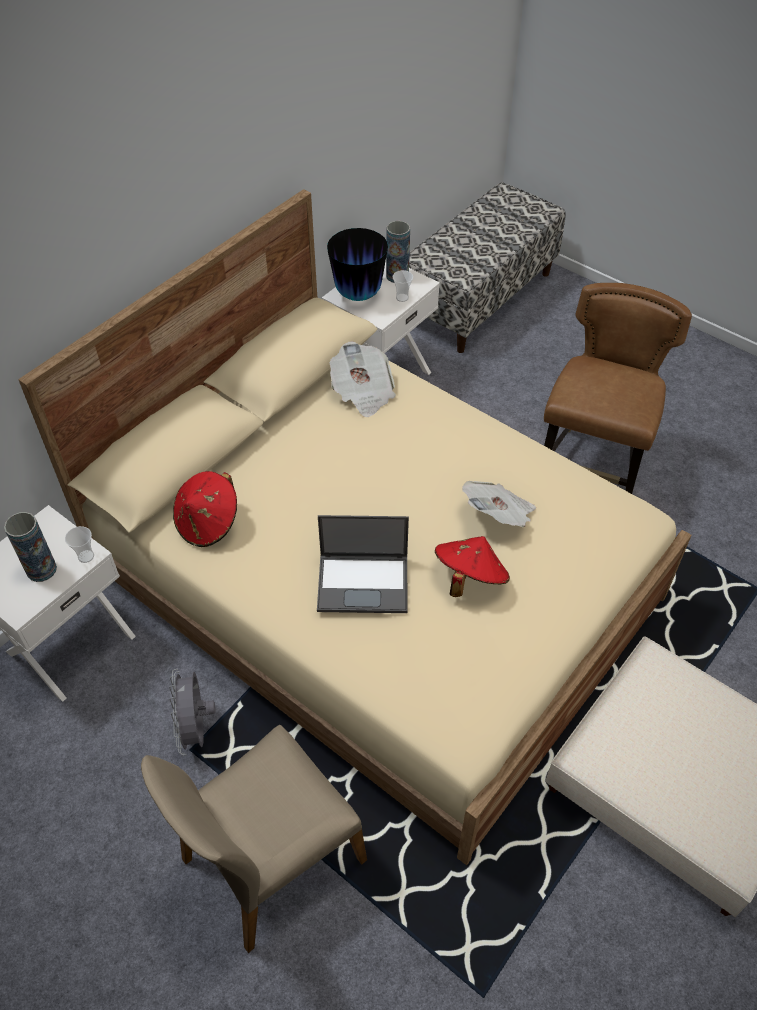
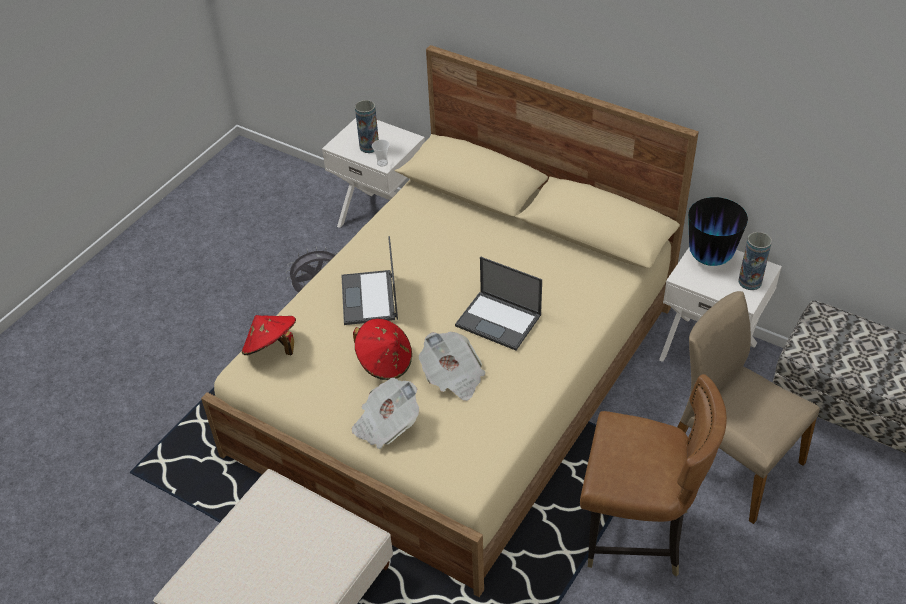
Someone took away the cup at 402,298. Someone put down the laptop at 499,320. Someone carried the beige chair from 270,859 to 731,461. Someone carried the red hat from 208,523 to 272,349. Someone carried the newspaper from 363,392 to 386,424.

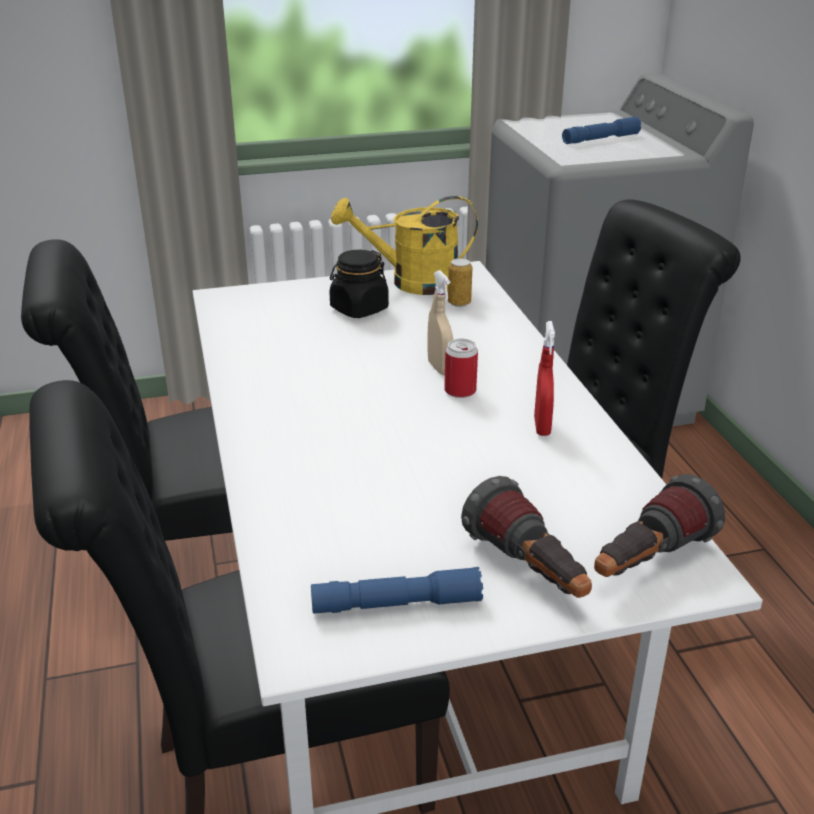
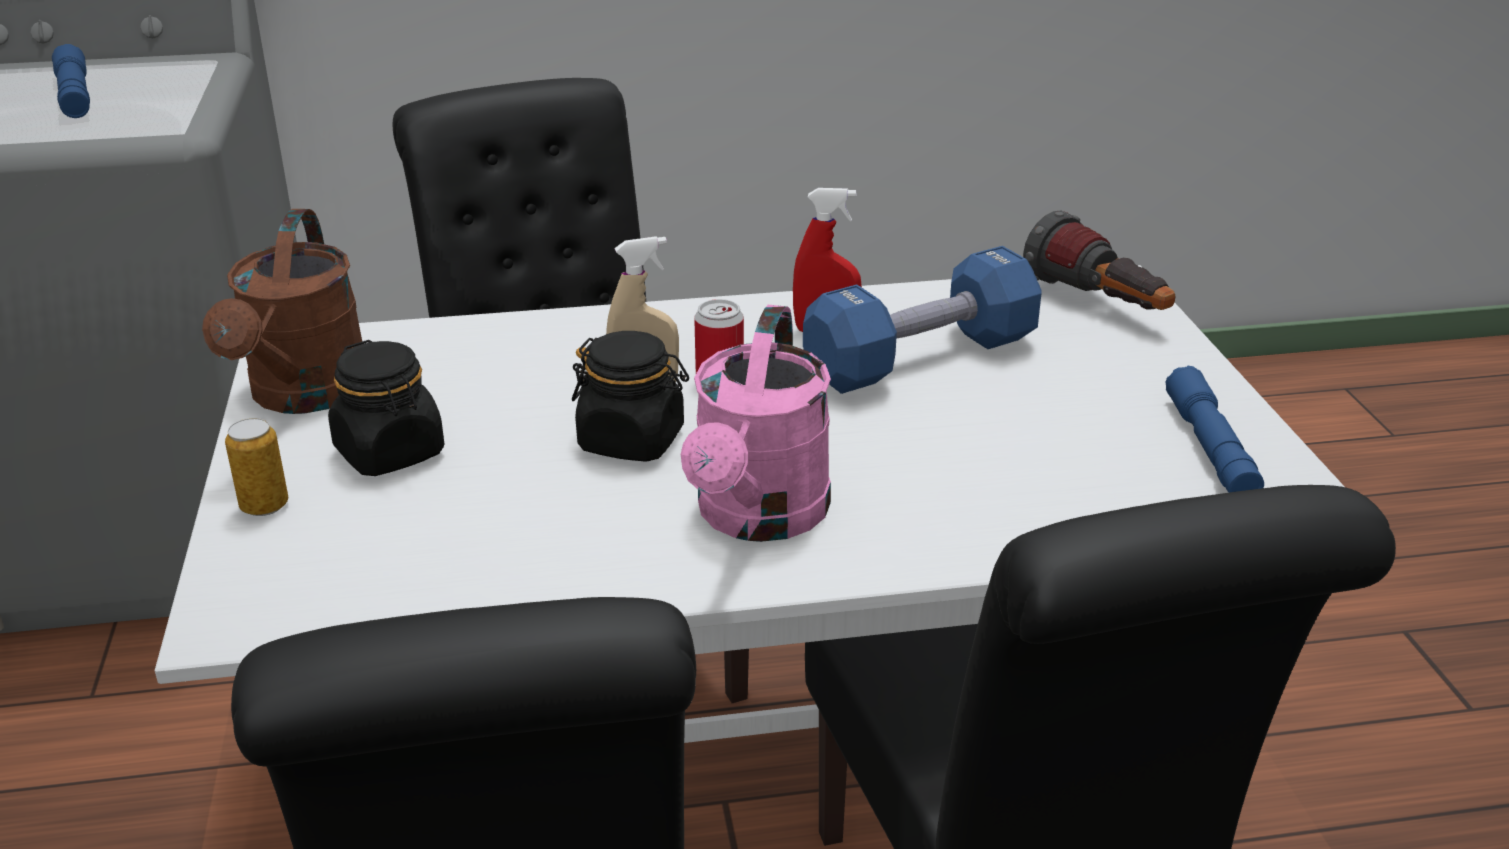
Someone took away the flashlight at 529,572. Someone put down the black jar at 632,440. Someone put down the pink watering can at 758,518. Someone put down the blue dumbbell at 921,358. Someone carried the can from 459,303 to 264,506. Someone repainted the yellow watering can at 412,282, which became the brown watering can at 304,396.

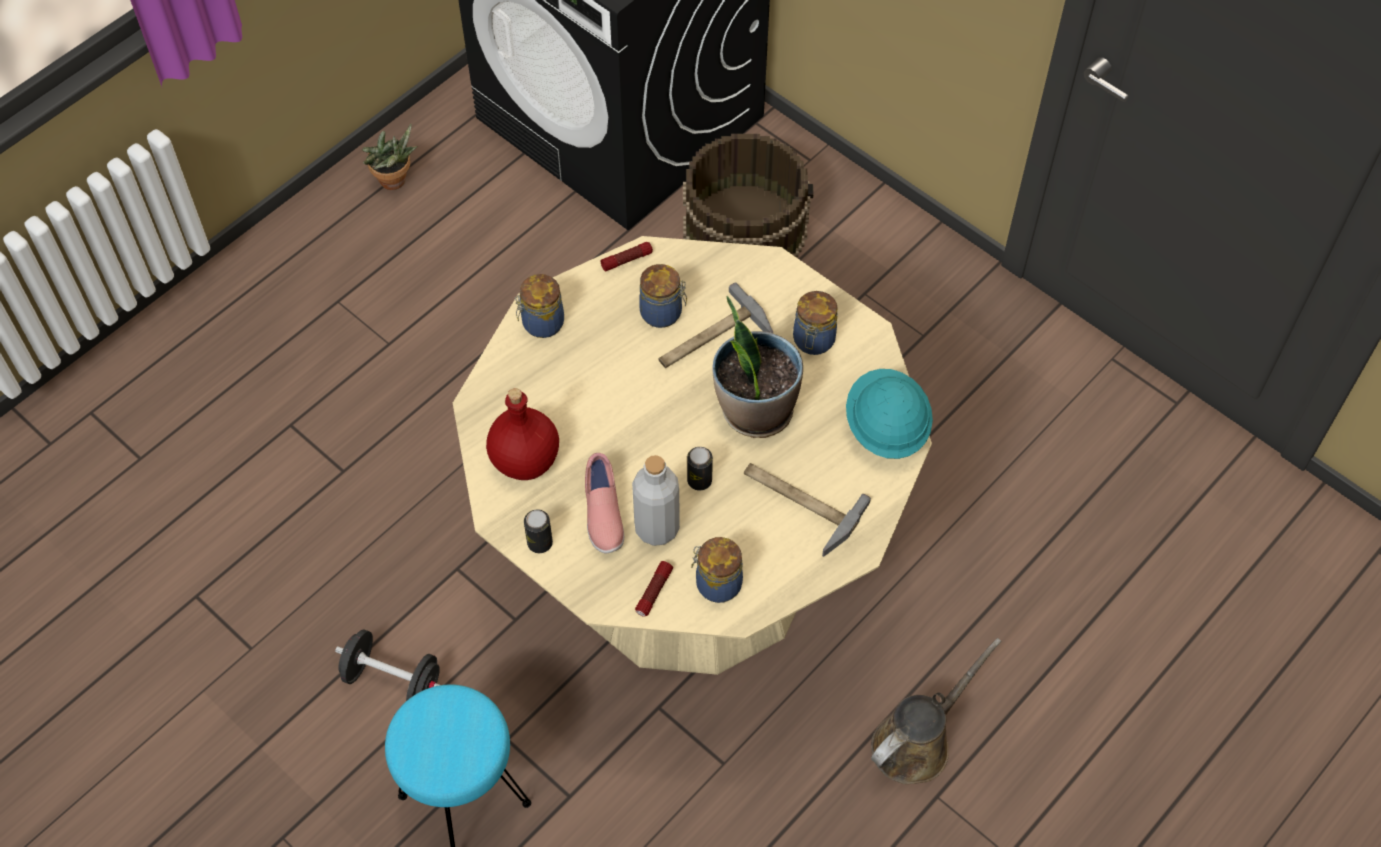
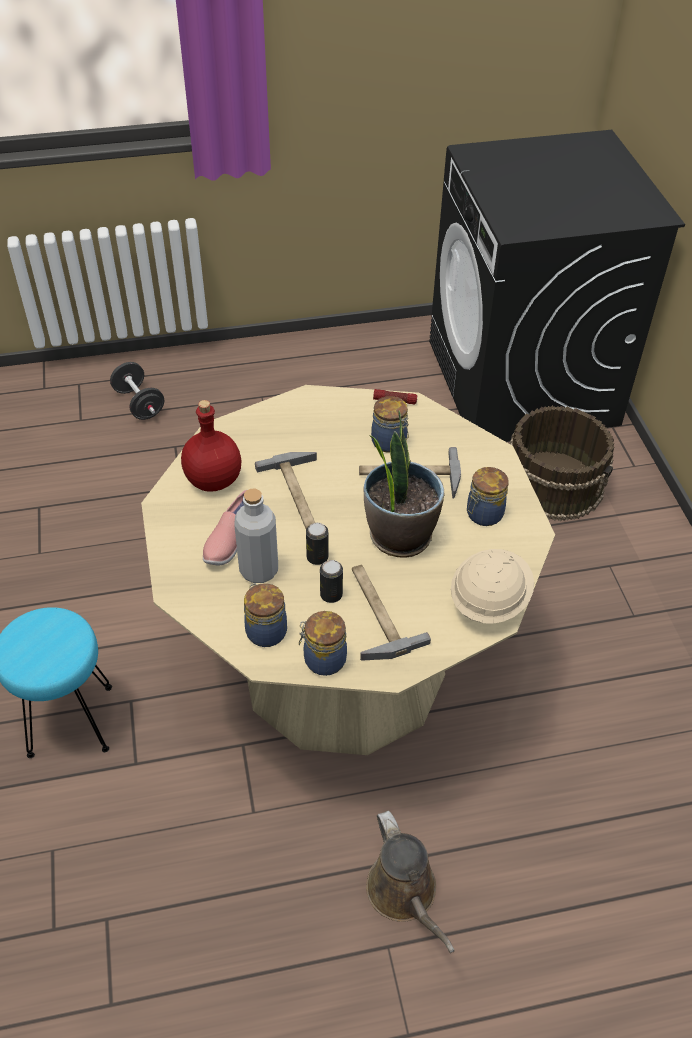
Someone took away the potted plant at 395,183. Someone took away the flashlight at 654,592. Someone put down the hammer at 298,494. Someone carried the black dumbbell from 393,680 to 139,404. Someone carried the jar from 541,323 to 323,659. Someone carried the can from 540,543 to 331,595. Someone repainted the turquoise hard hat at 885,428, which became the beige hard hat at 489,600. Someone rotated the brown watering can at 916,742 by 75 degrees clockwise.

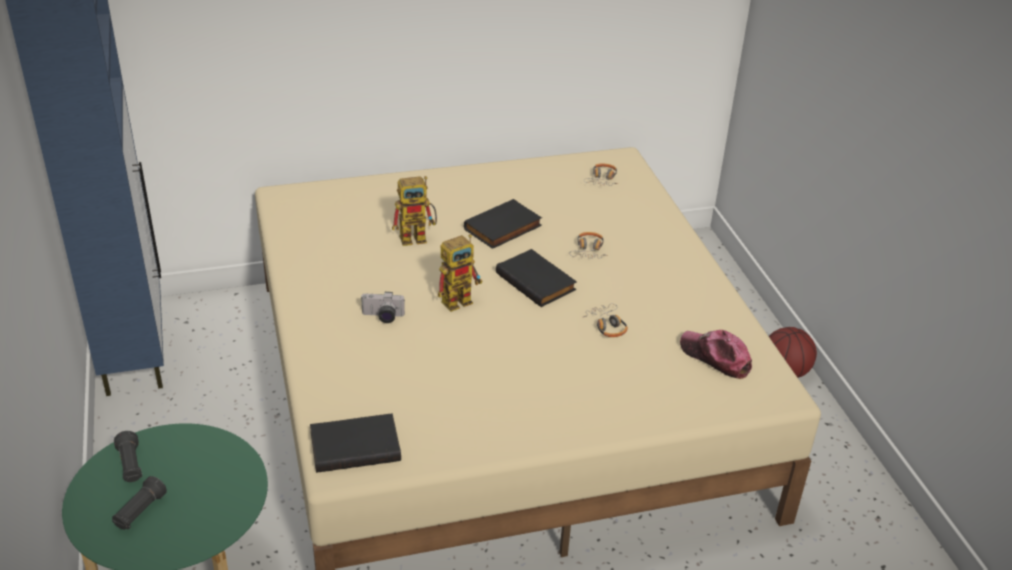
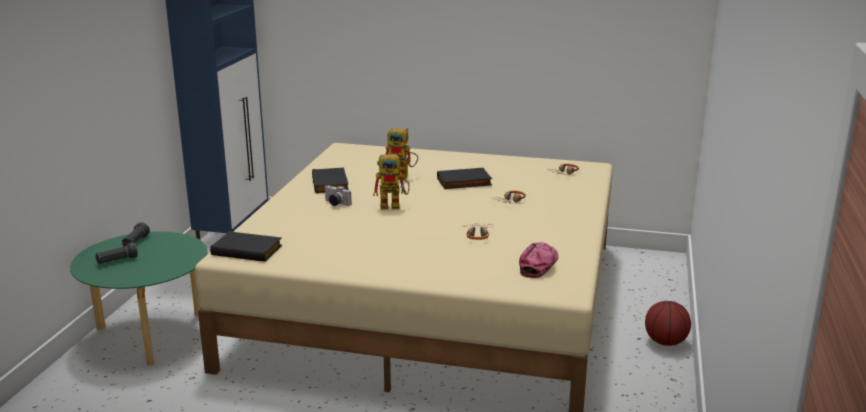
Someone carried the black book from 537,281 to 331,183. Someone rotated the cap at 715,357 by 45 degrees clockwise.

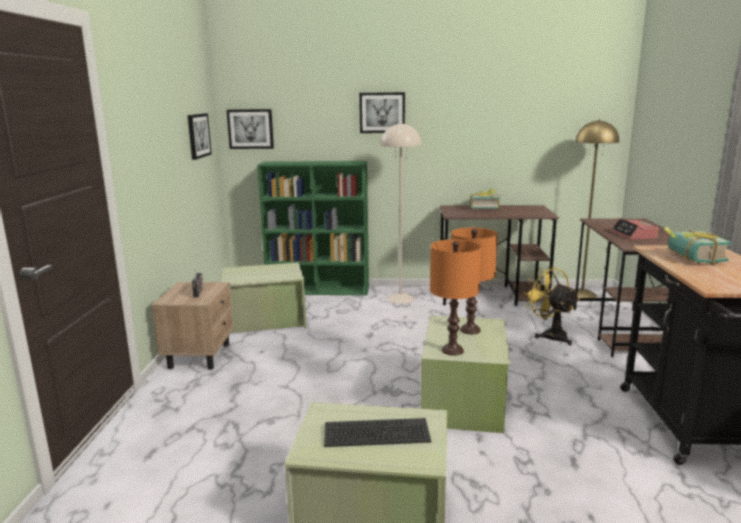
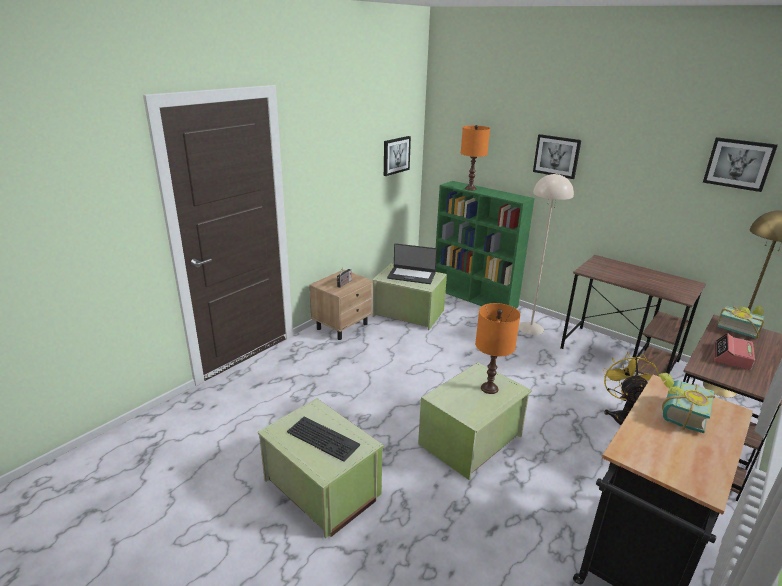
Someone put down the laptop at 411,275. Someone carried the picture from 250,129 to 739,164. Someone carried the orange table lamp from 452,350 to 470,188. Someone carried the book from 483,207 to 738,327.

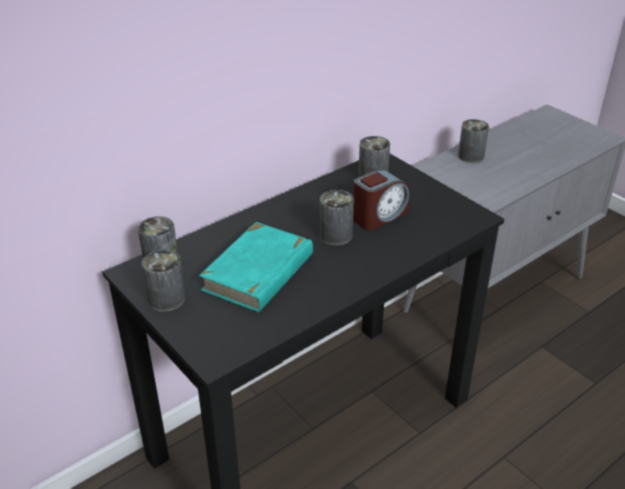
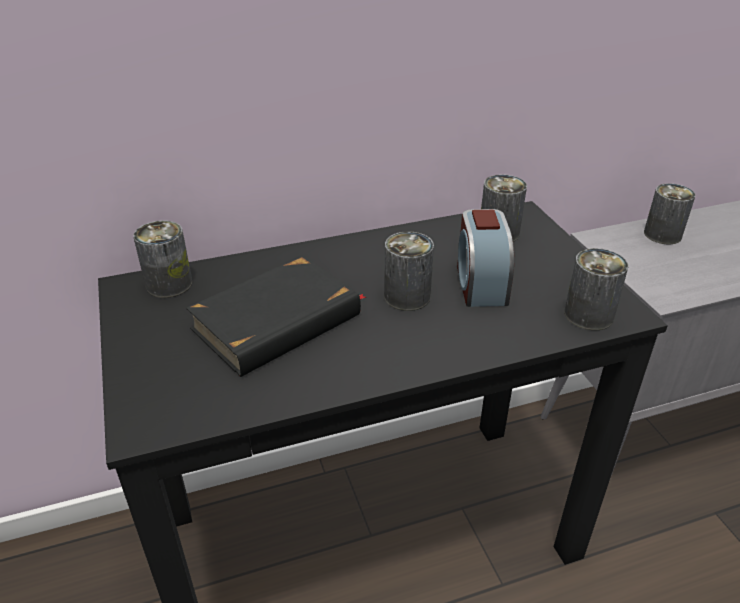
Someone carried the can from 167,299 to 588,315. Someone repainted the turquoise book at 259,272, which became the black book at 278,322. Someone rotated the alarm clock at 379,216 by 105 degrees clockwise.

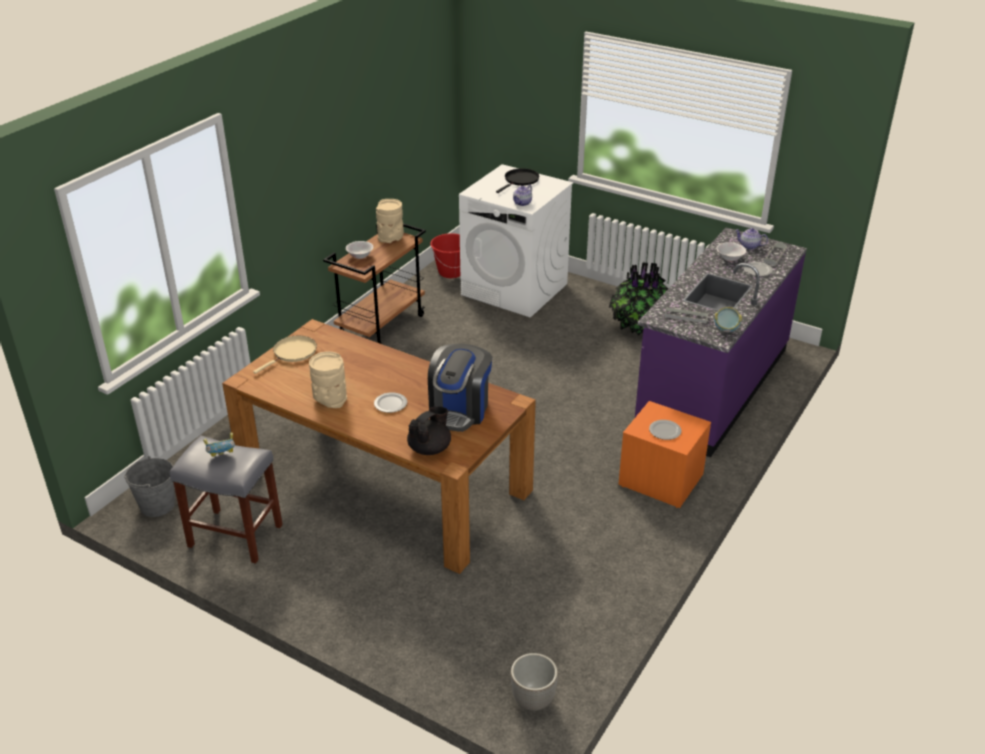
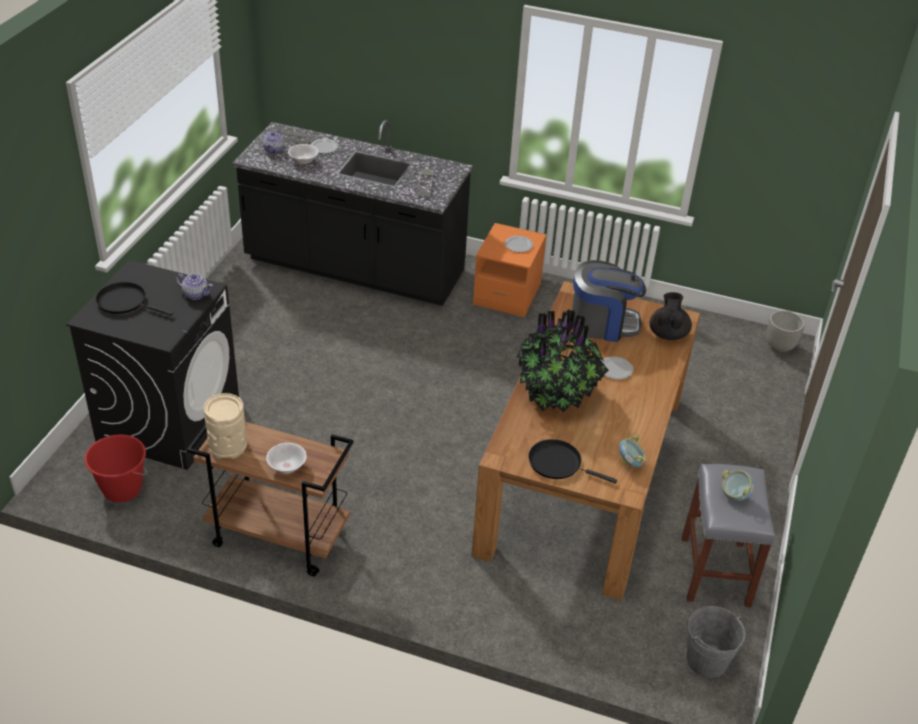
Someone took away the beige vase at 330,400. Someone carried the potted plant from 638,327 to 557,394. Someone carried the bowl from 725,330 to 630,463. Someone repainted the beige frying pan at 293,353, which became the black frying pan at 558,463. Someone repainted the white washing machine at 515,289, which became the black washing machine at 169,420. Someone repainted the purple counter at 711,387, which became the black counter at 354,268. Someone rotated the black teapot at 430,448 by 75 degrees clockwise.

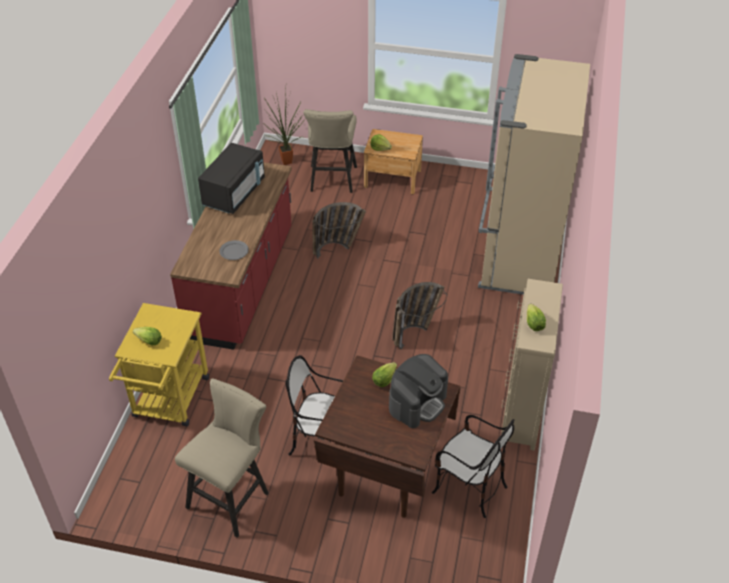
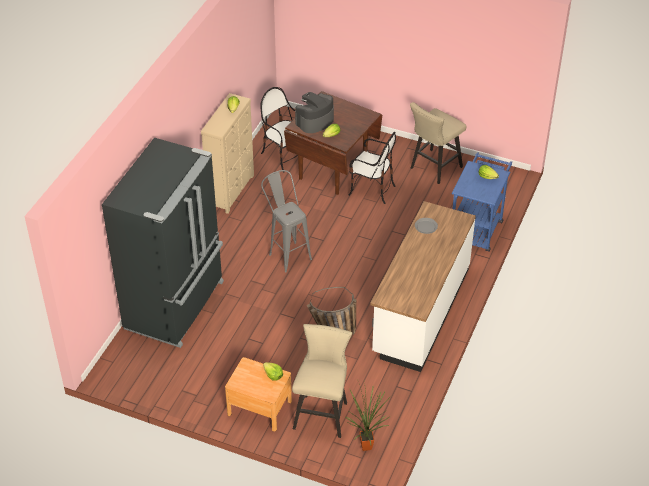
Someone took away the black microwave at 234,193. Someone swapped the basket at 415,332 for the grey stool at 286,253. Someone repainted the yellow cart at 169,402, which became the blue cart at 477,227. Someone repainted the red counter at 242,284, which became the white counter at 420,311. Someone repainted the beige fridge at 518,256, which became the black fridge at 176,305.

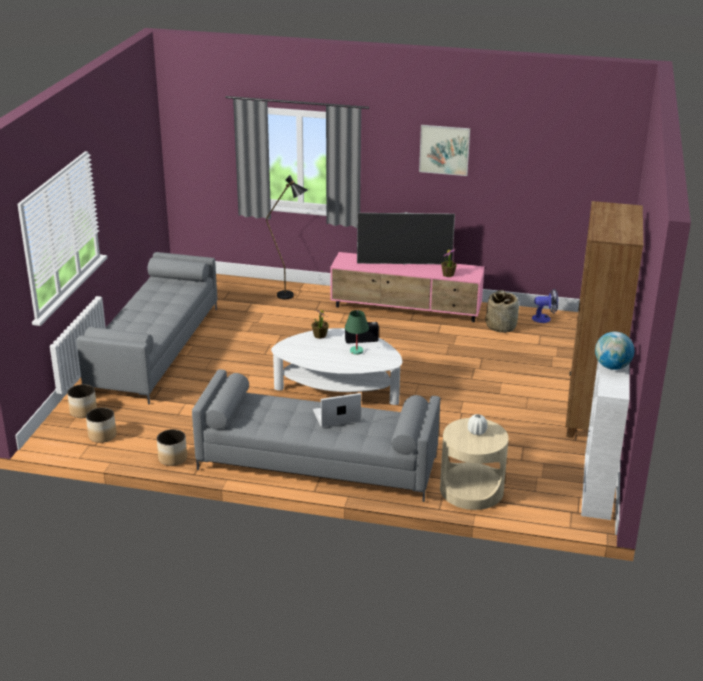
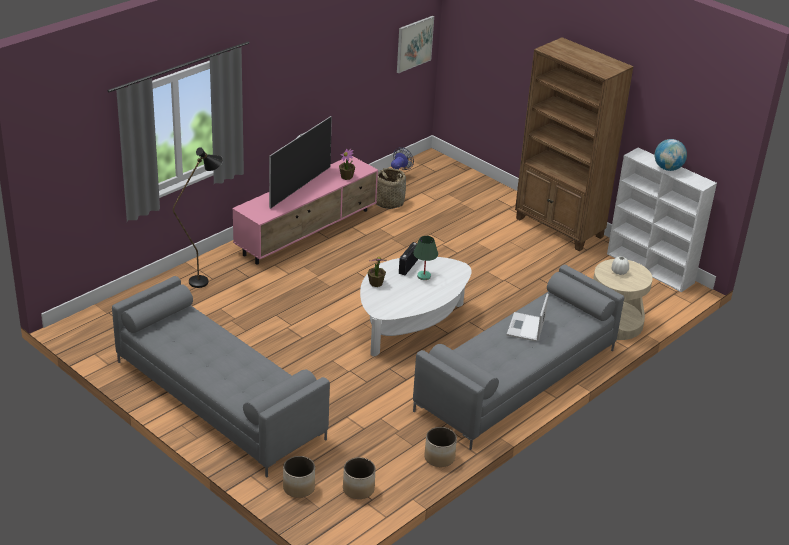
Someone carried the picture from 444,150 to 414,44.

